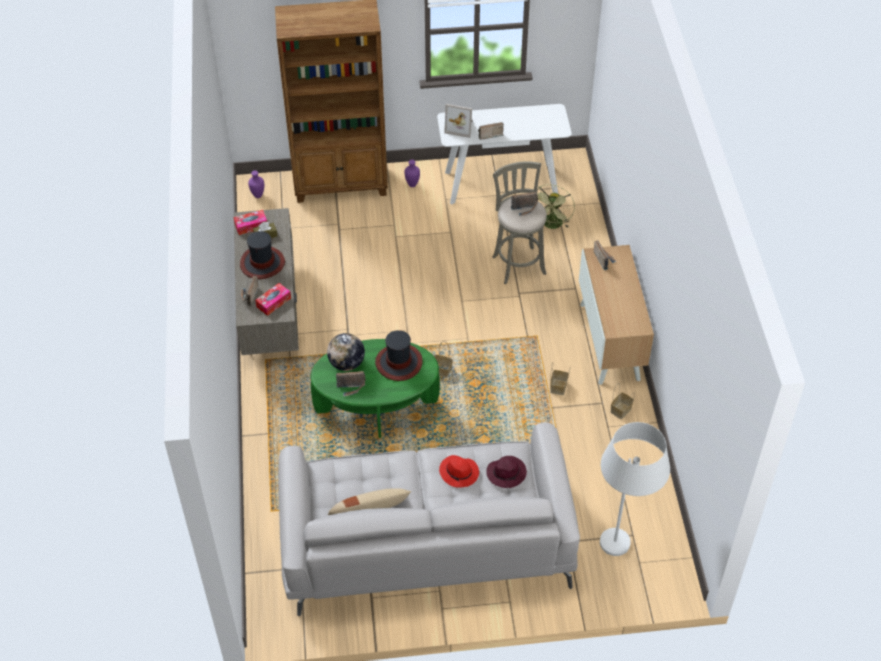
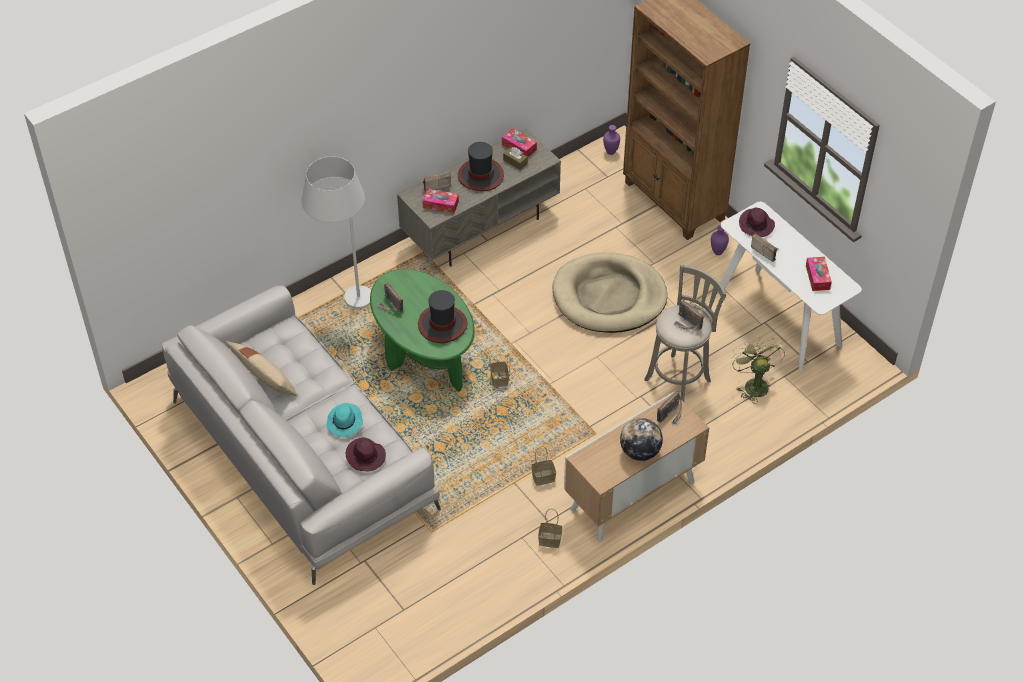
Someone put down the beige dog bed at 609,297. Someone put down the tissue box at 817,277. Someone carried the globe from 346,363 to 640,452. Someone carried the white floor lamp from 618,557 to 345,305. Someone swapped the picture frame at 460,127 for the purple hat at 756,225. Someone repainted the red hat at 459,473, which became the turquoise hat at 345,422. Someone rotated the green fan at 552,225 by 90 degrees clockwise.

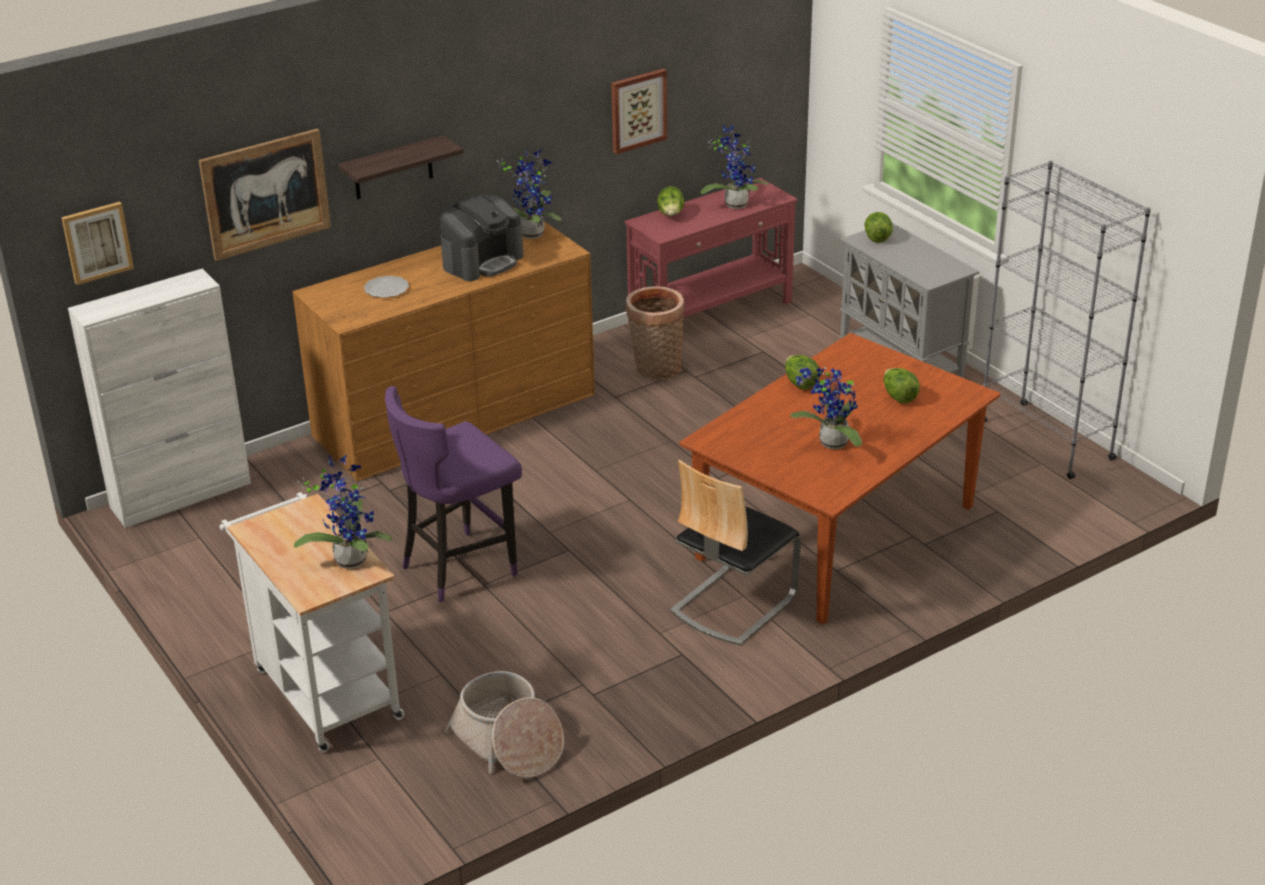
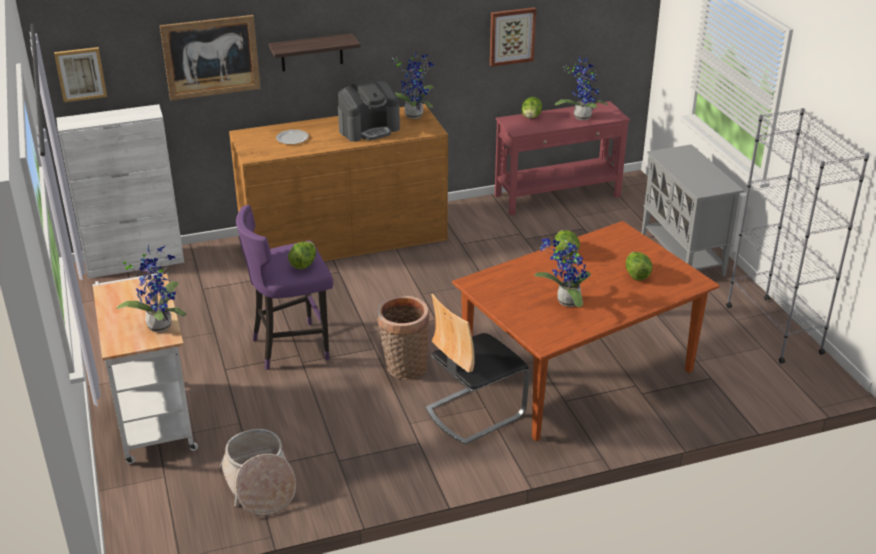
Someone carried the basket from 655,370 to 404,368. Someone carried the lettuce from 877,237 to 303,264.

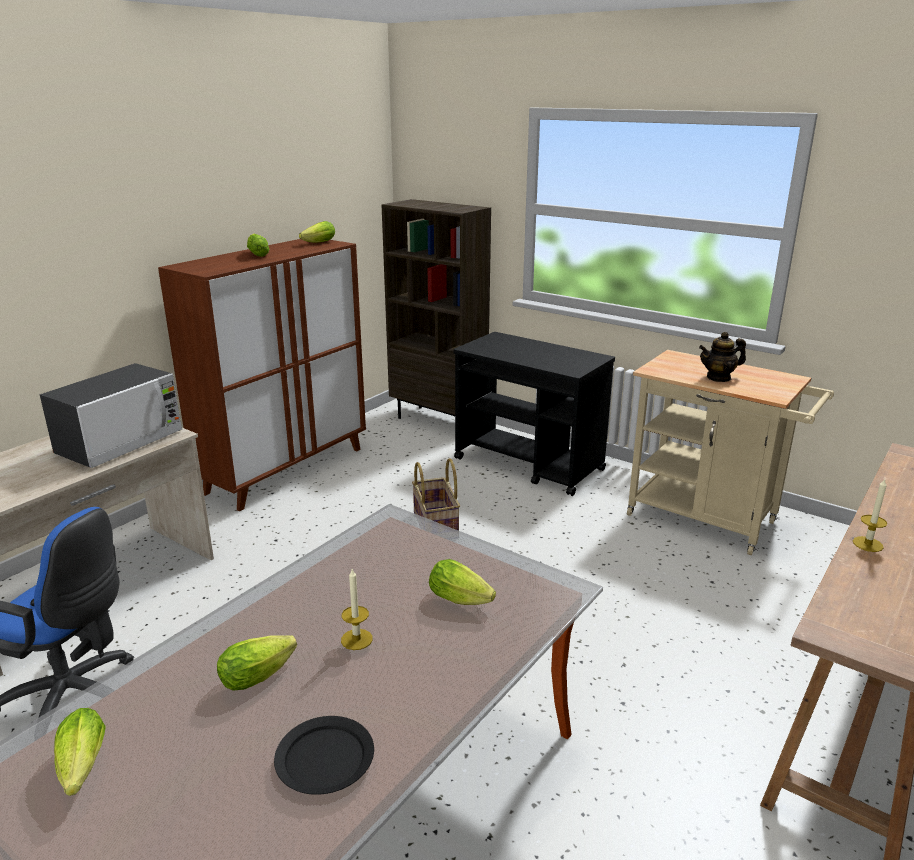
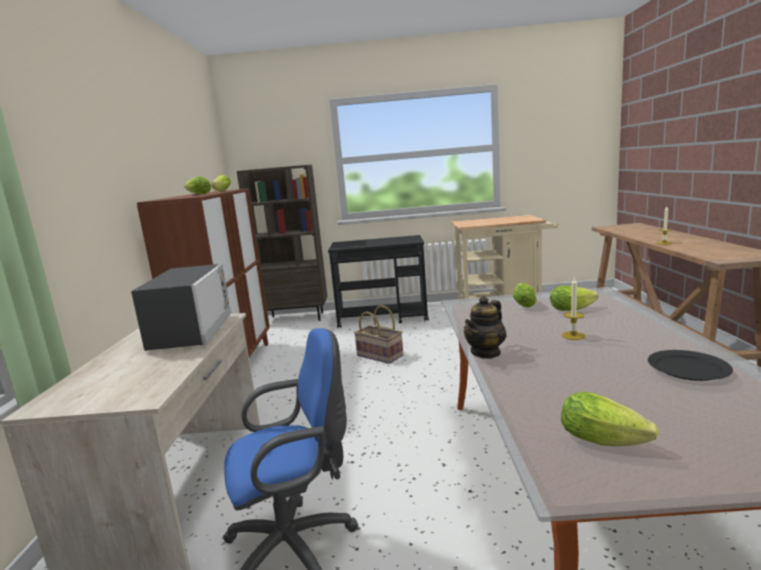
Someone carried the lettuce from 261,674 to 524,303. Someone carried the teapot from 719,378 to 486,352.

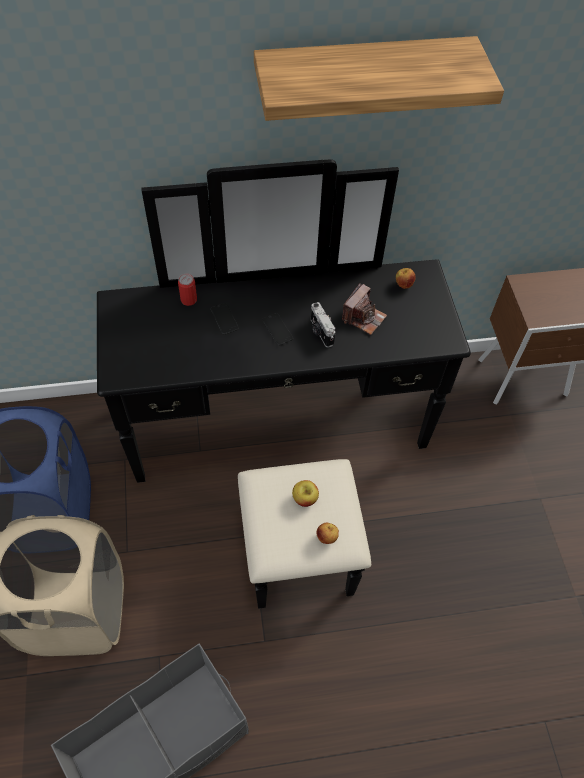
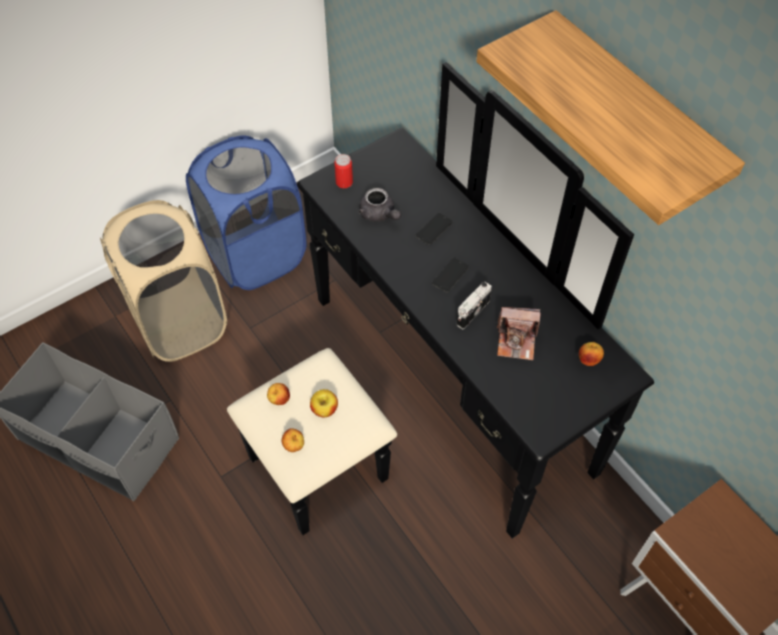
Someone put down the apple at 279,400. Someone put down the grey teapot at 379,214. Someone carried the can from 188,300 to 344,182.

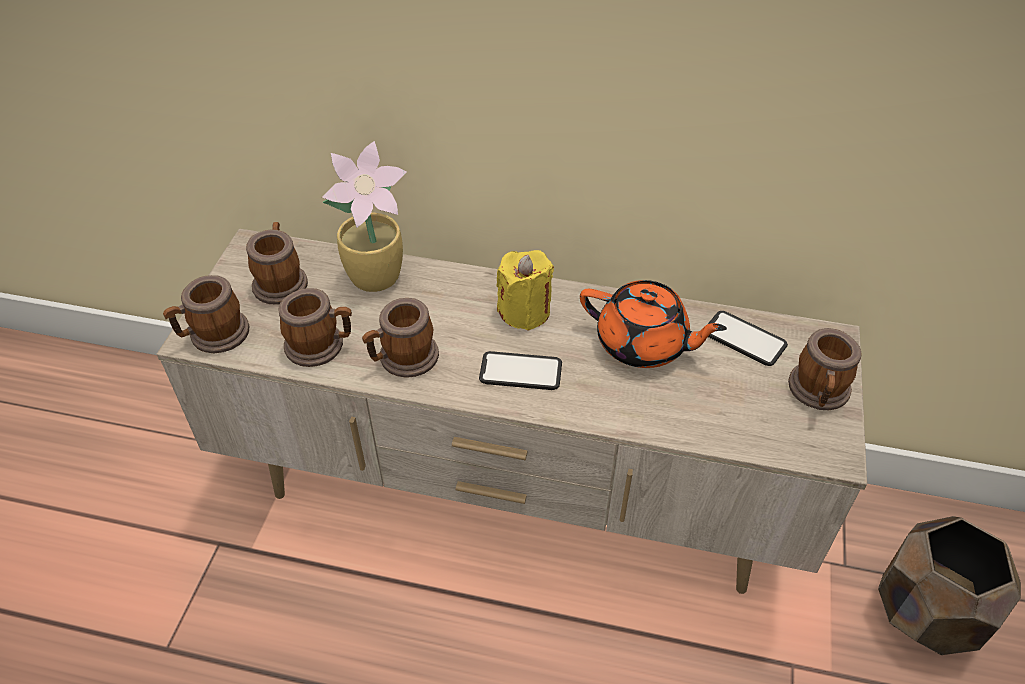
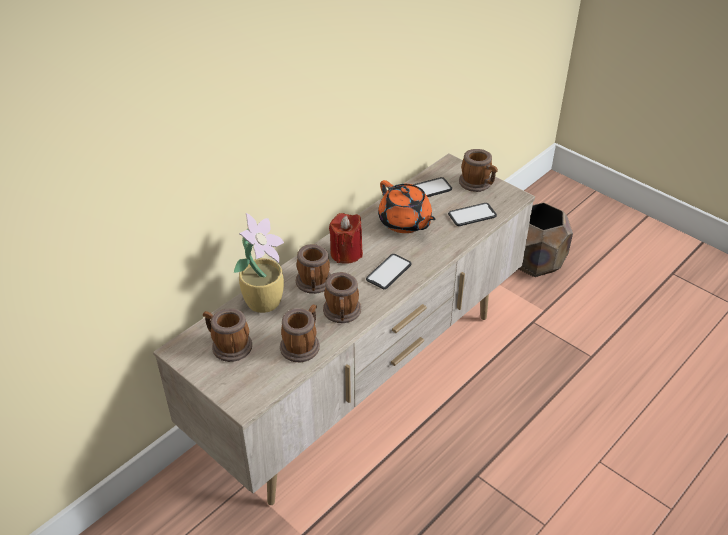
Someone put down the phone at 472,215. Someone carried the mug from 213,336 to 314,284. Someone repainted the yellow candle at 524,311, which became the red candle at 346,253. Someone rotated the orange teapot at 643,344 by 90 degrees clockwise.

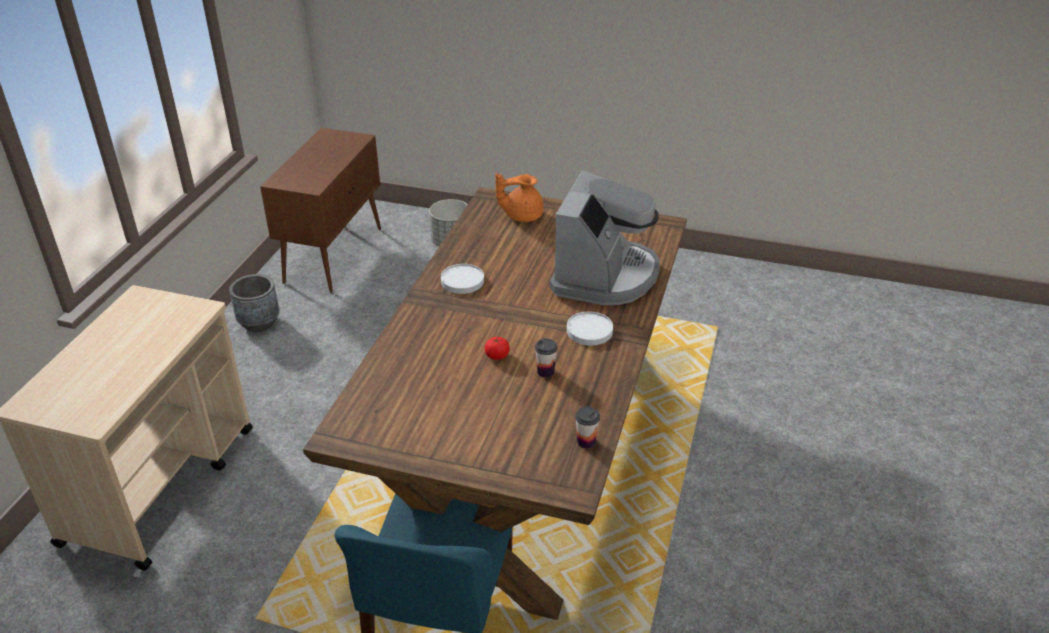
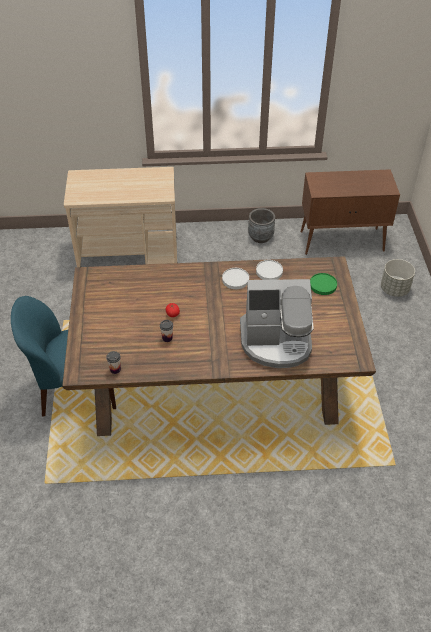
Someone carried the white plate from 589,331 to 269,271. Someone swapped the orange teapot at 521,215 for the green plate at 323,285.

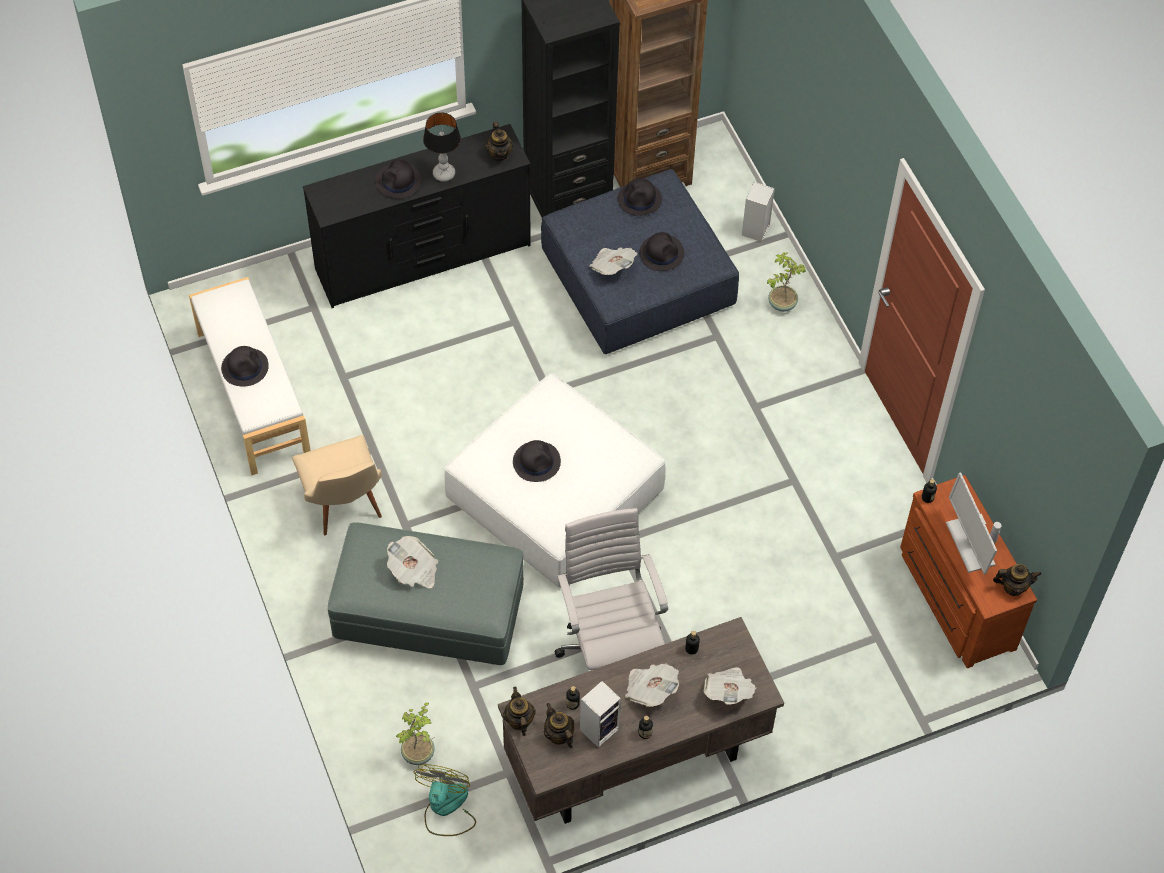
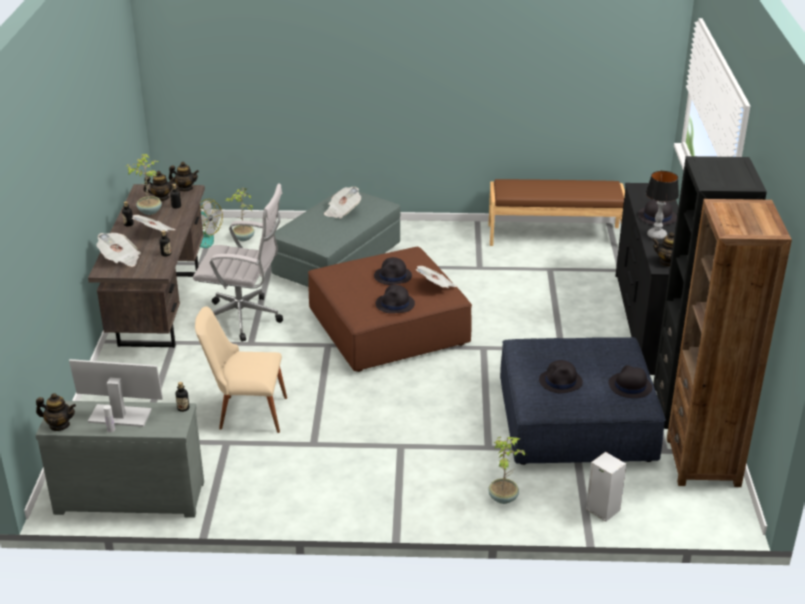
Someone carried the black hat from 245,367 to 395,304. Someone carried the beige chair from 344,506 to 245,412. Someone carried the newspaper from 612,267 to 436,286. Someone swapped the speaker at 599,728 for the potted plant at 150,211. Someone repainted the white bench at 252,394, which became the brown bench at 554,235. Someone repainted the white ottoman at 554,495, which became the brown ottoman at 388,327. Someone repainted the brown dresser at 954,599, which became the grey dresser at 130,495. Someone rotated the teapot at 1013,587 by 105 degrees counterclockwise.

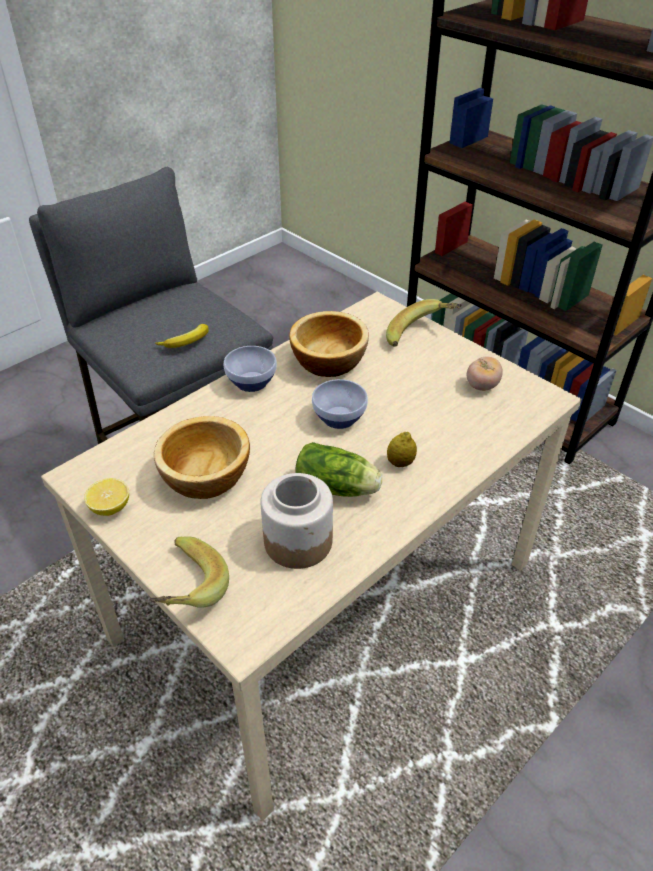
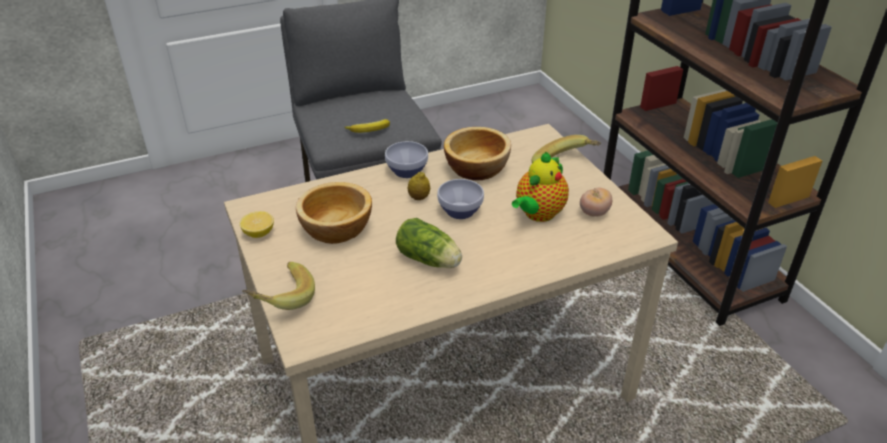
Someone took away the jar at 298,541. Someone put down the teapot at 538,214. Someone carried the lemon from 400,463 to 419,198.

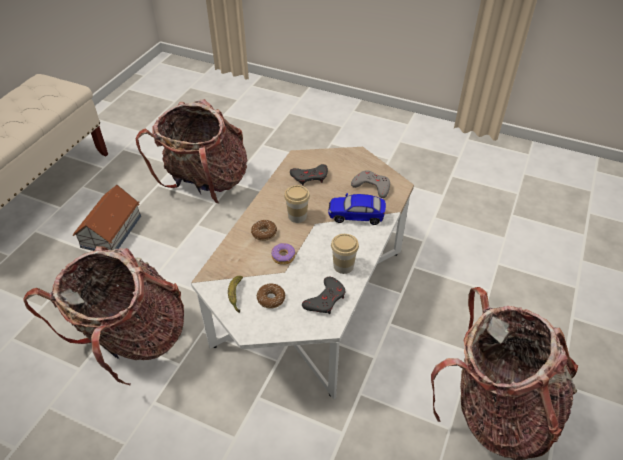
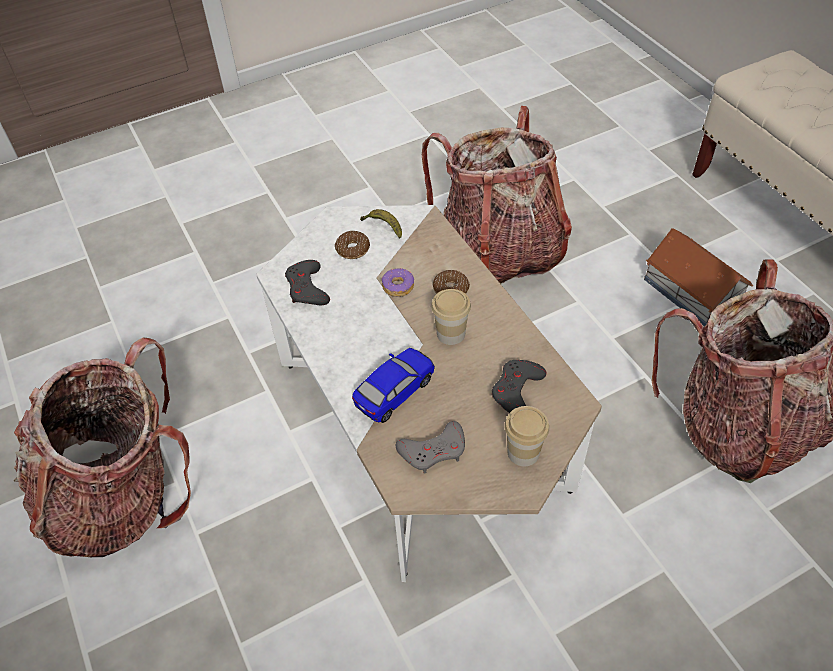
Someone carried the cup from 343,266 to 523,452.

